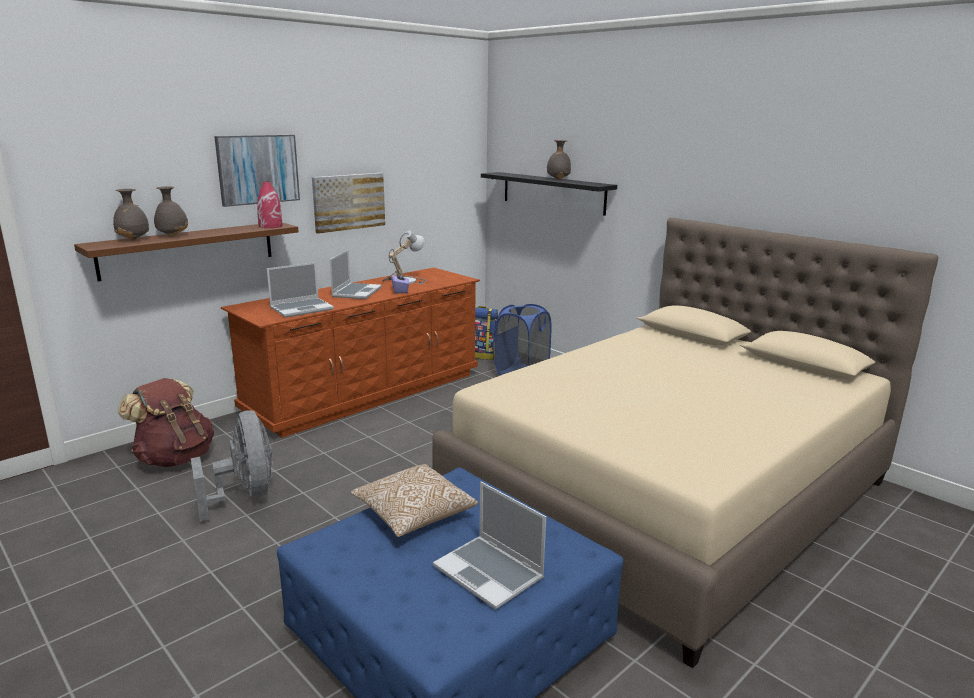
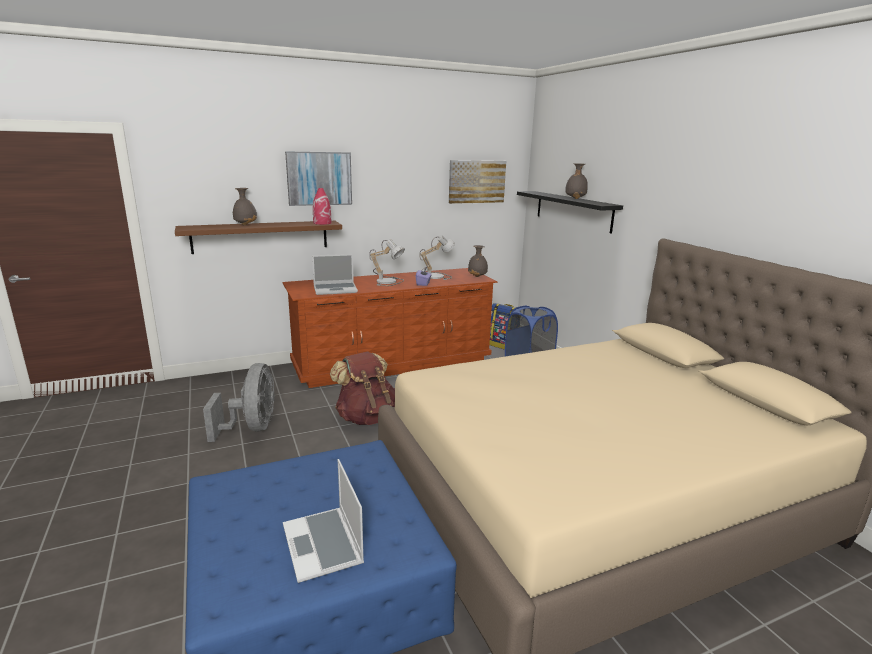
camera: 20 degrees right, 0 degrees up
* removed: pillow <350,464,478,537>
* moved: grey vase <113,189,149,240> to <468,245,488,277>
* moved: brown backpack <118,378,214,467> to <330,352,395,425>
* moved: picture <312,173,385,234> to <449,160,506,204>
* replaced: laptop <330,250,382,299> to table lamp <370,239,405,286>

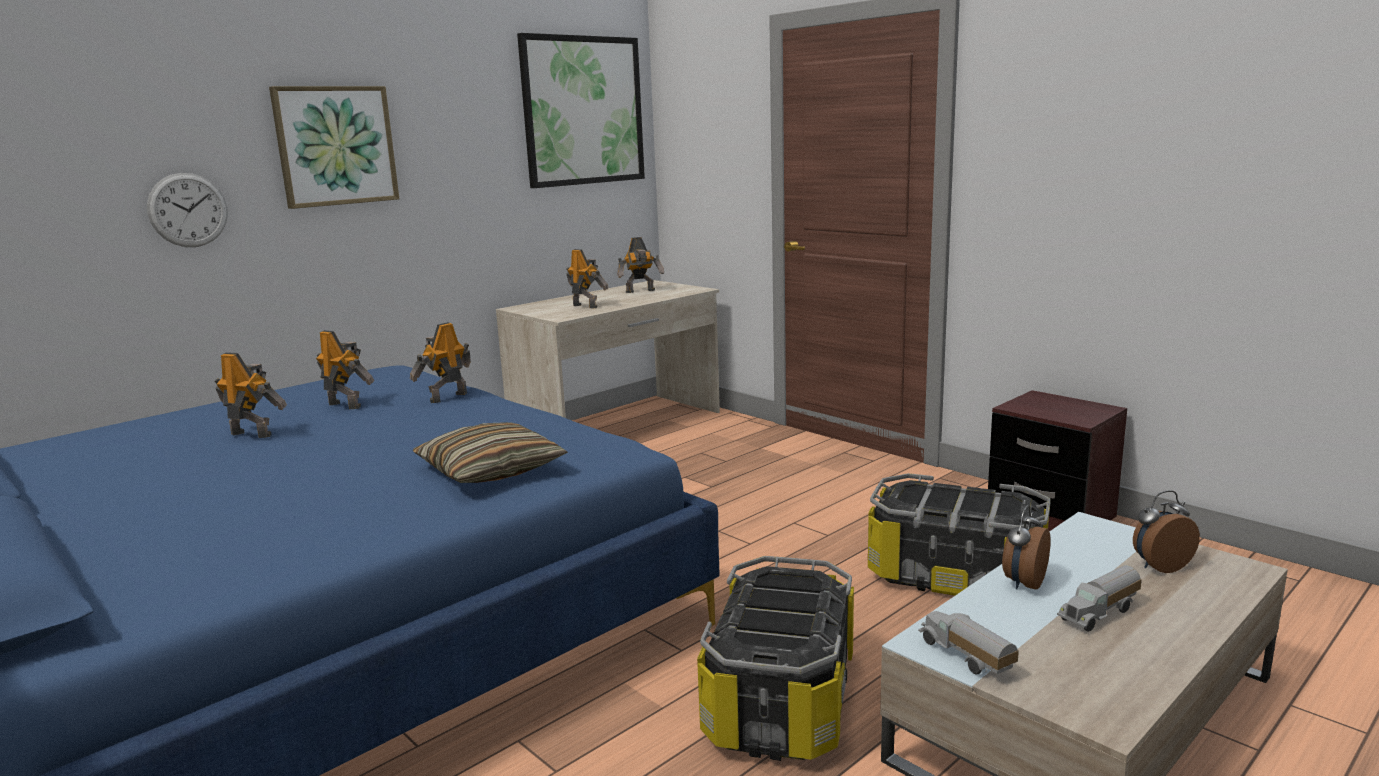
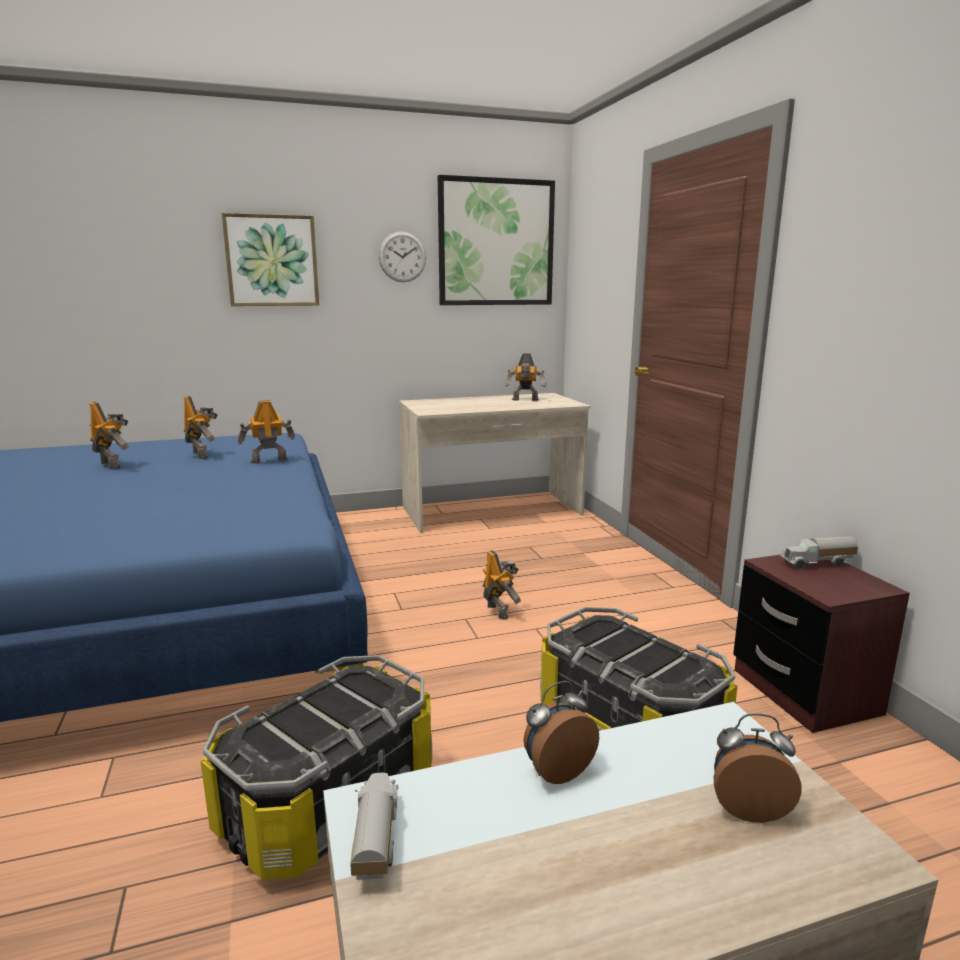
camera: 25 degrees right, 0 degrees up
* removed: pillow <413,422,568,483>
* moved: wall clock <147,173,228,247> to <378,231,426,282>
* moved: toy robot <566,249,609,308> to <482,550,521,620>
* moved: toy truck <1057,565,1142,632> to <780,536,858,569>

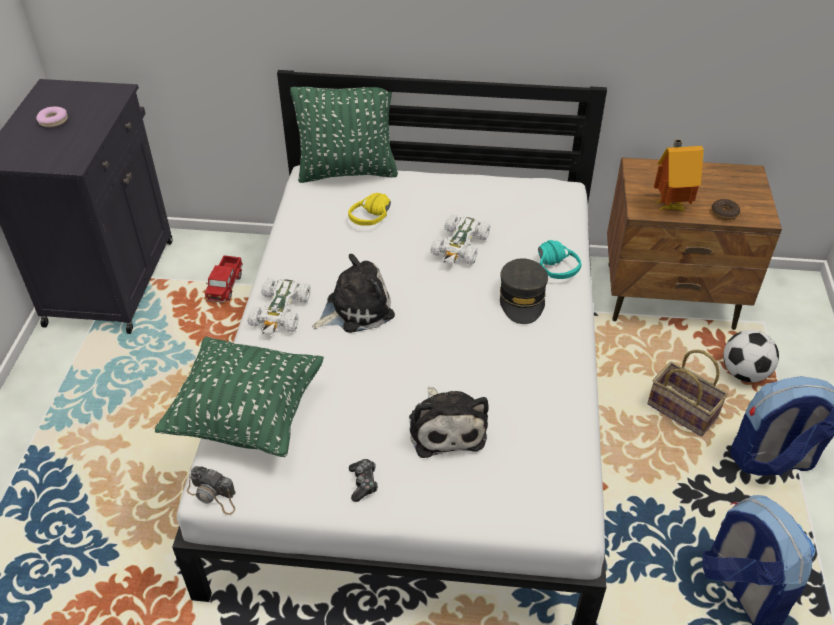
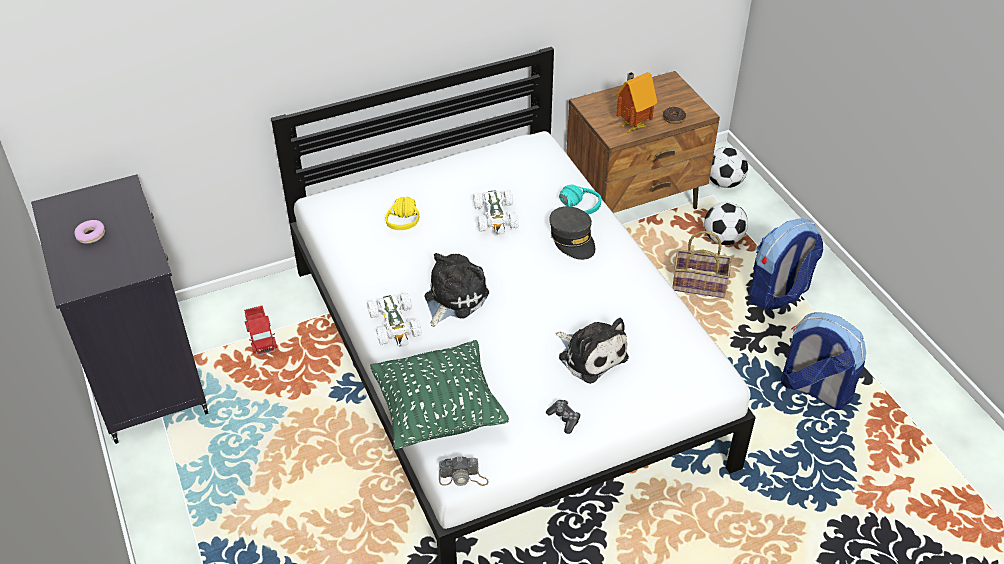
camera: 30 degrees left, 0 degrees up
* removed: green pillow <290,87,398,183>
* added: football <710,147,748,188>

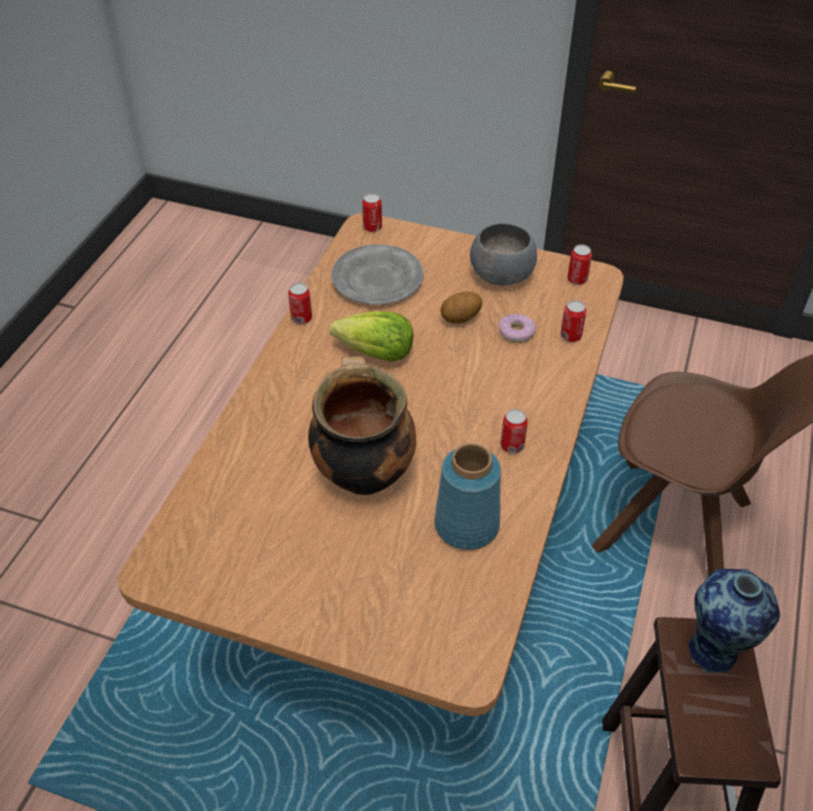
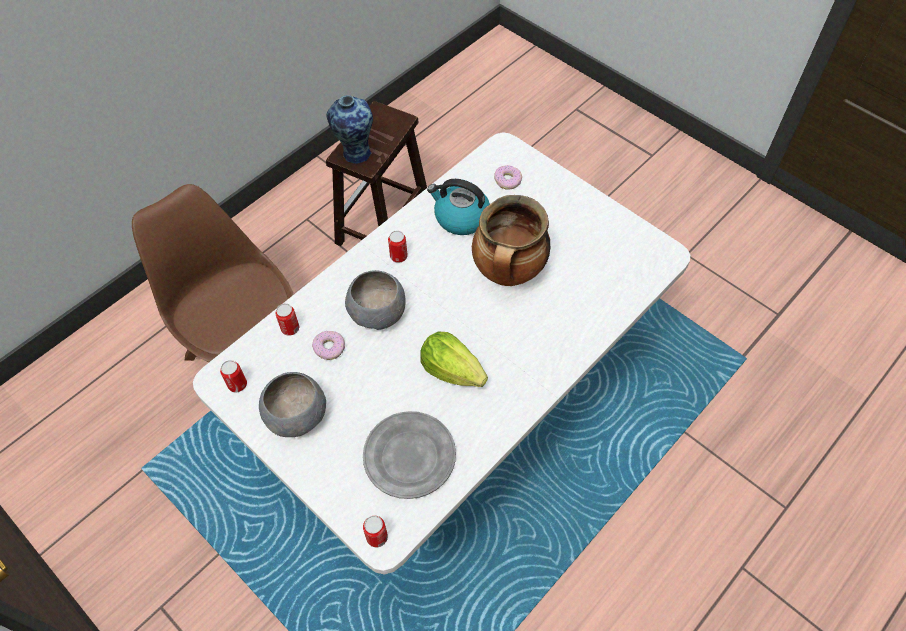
camera: 155 degrees left, 10 degrees up
* removed: can <288,283,312,324>
* removed: potato <440,291,482,324>
* added: grey bowl <345,270,406,330>
* added: donut <494,165,522,190>
* replaced: blue vase <435,443,501,550> to kettle <427,179,490,235>
* recoloured: brown dining table <119,213,624,717> to white dining table <193,132,690,575>

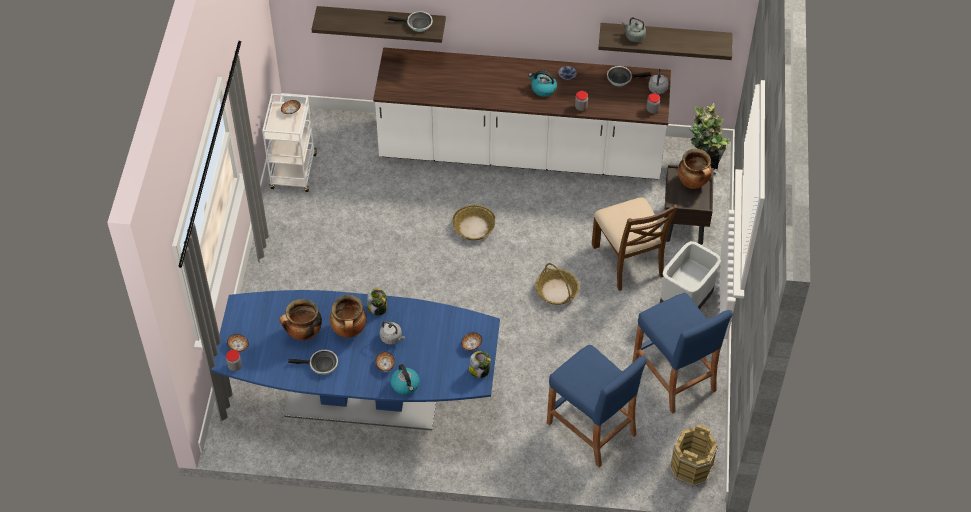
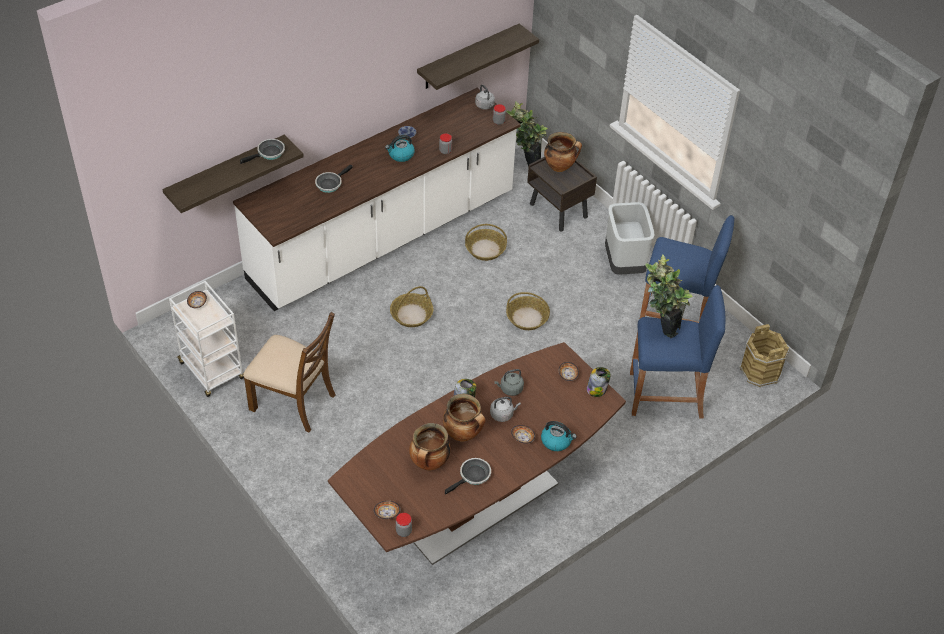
camera: 45 degrees left, 5 degrees down
* added: basket <465,224,507,261>
* added: potted plant <645,255,693,338>
* moved: brown chair <592,197,678,291> to <243,312,335,432>
* moved: frying pan <607,66,651,87> to <315,164,353,193>
* moved: grey kettle <622,17,646,42> to <494,369,524,396>
* recoloured: blue dining table <211,290,500,430> to brown dining table <328,342,626,565>

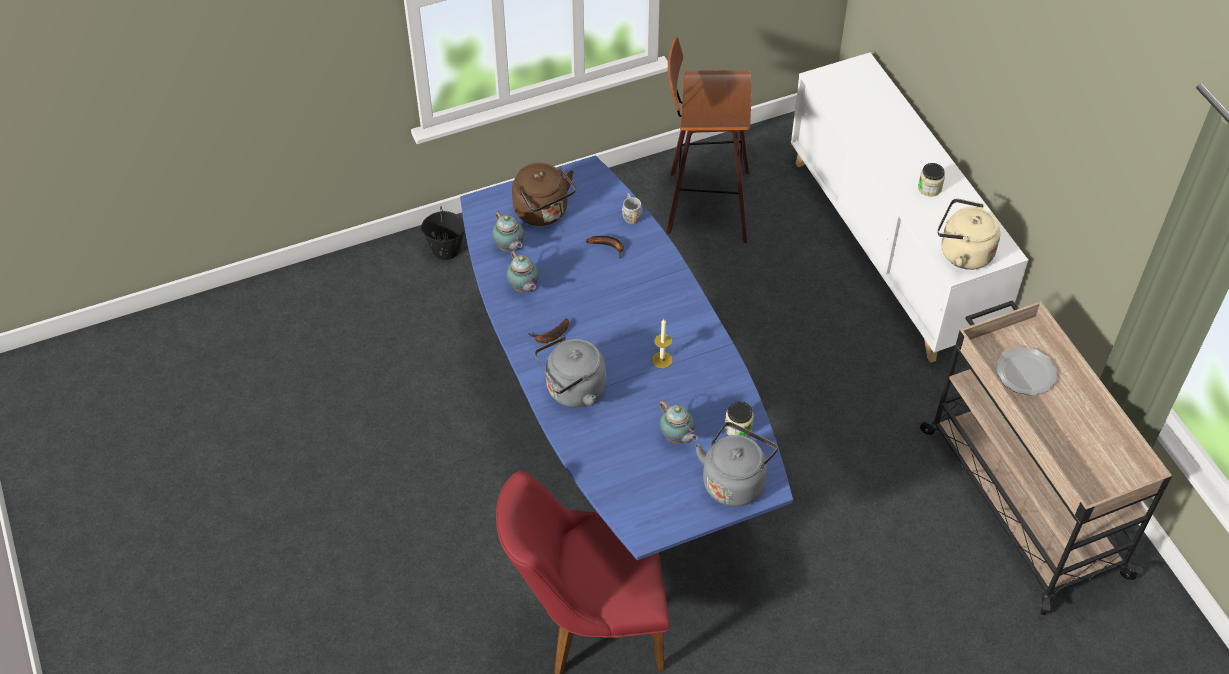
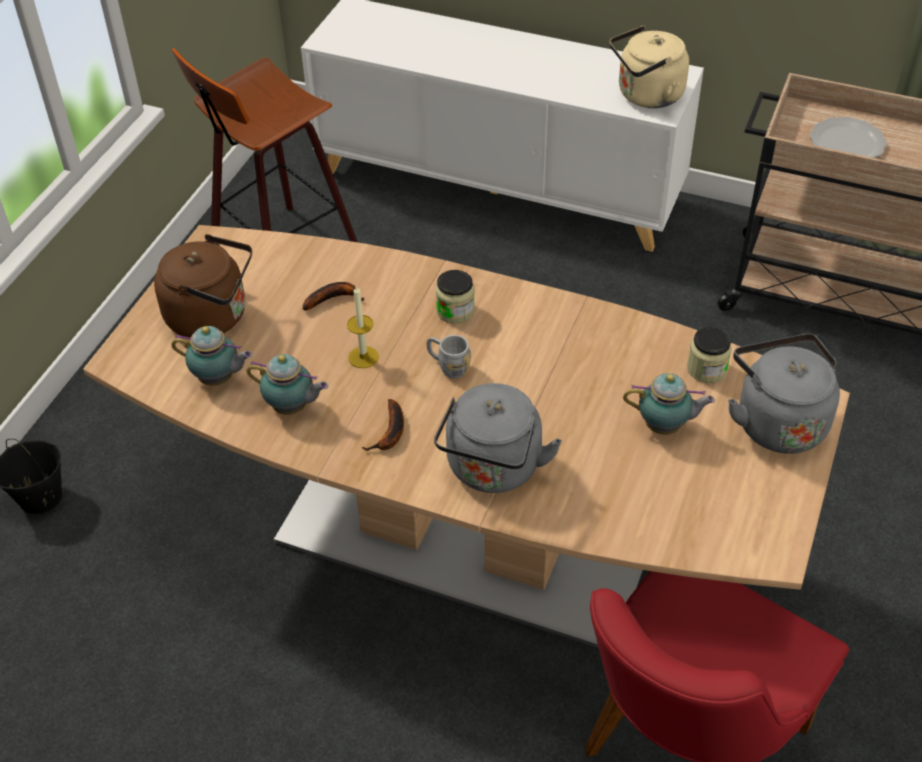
camera: 45 degrees left, 5 degrees down
* moved: grey mug <622,193,642,224> to <427,335,471,378>
* moved: candle <652,319,673,368> to <347,285,379,368>
* moved: jar <918,163,945,197> to <436,270,475,323>
* recoloured: blue dining table <460,155,793,560> to brown dining table <83,225,850,648>

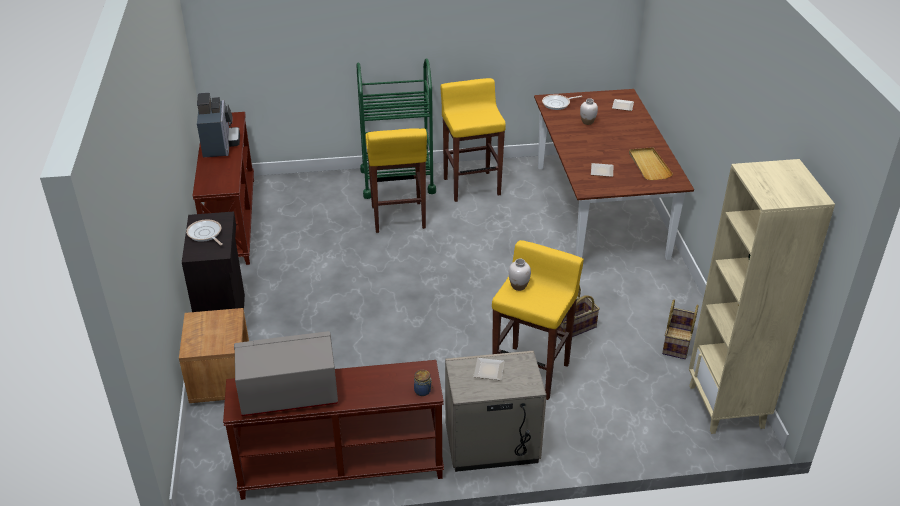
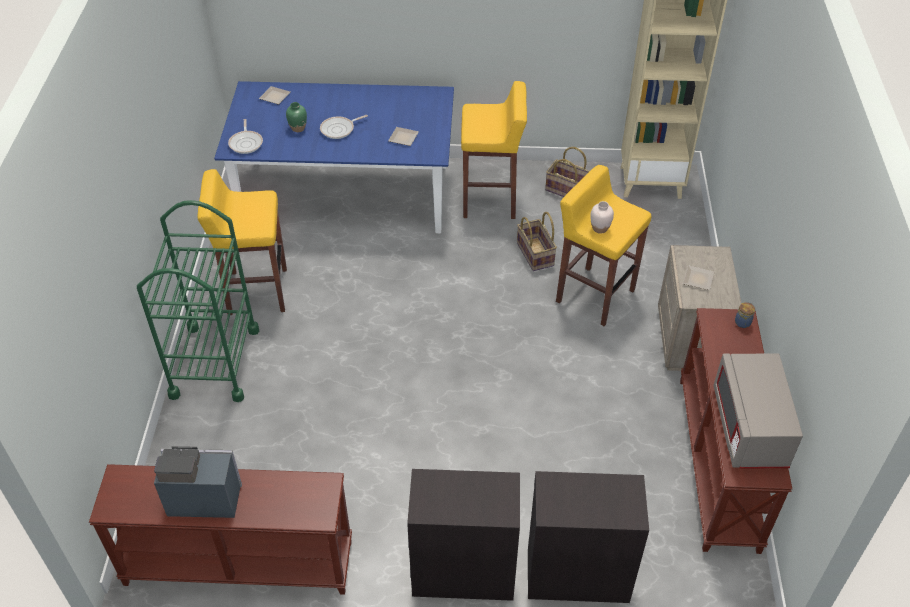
camera: 80 degrees left, 10 degrees up
* removed: beige tray <629,147,673,180>
* moved: frying pan <186,220,223,245> to <320,115,368,139>
* moved: yellow stool <365,128,427,233> to <461,81,527,219>
* replaced: brown nightstand <179,308,249,403> to black cabinet <528,471,649,603>
* recoloured: brown dining table <534,89,694,260> to blue dining table <214,81,454,233>
* recoloured: white vase <580,98,598,125> to green vase <286,102,307,132>

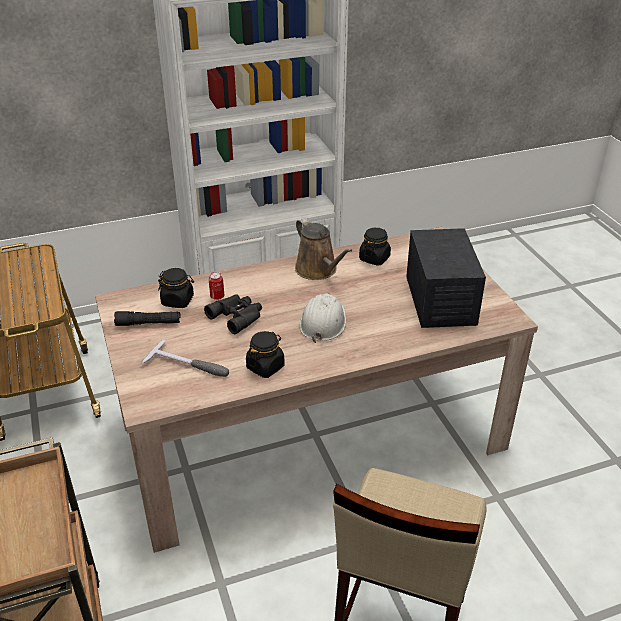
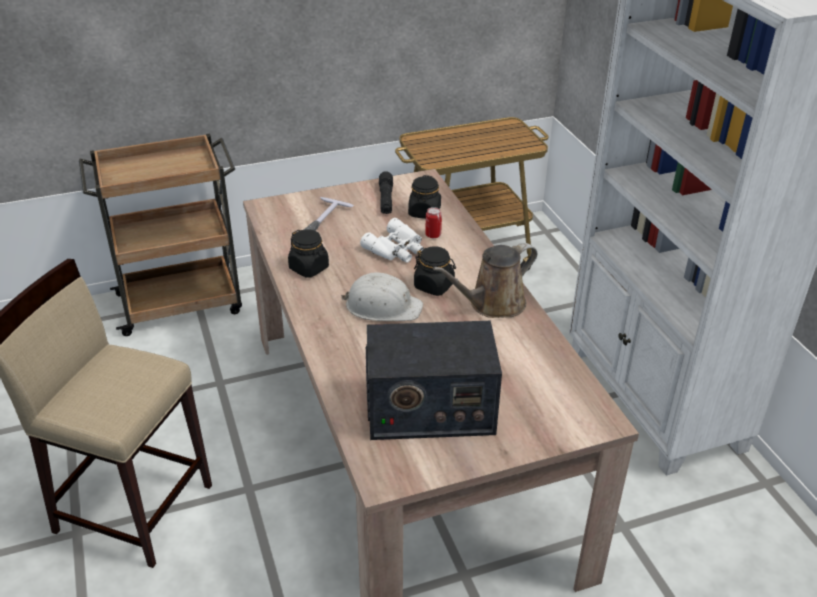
camera: 90 degrees right, 0 degrees up
* moved: black jar <359,228,391,266> to <414,246,456,296>
* recoloured: black binoculars <204,294,262,334> to white binoculars <360,218,424,263>

